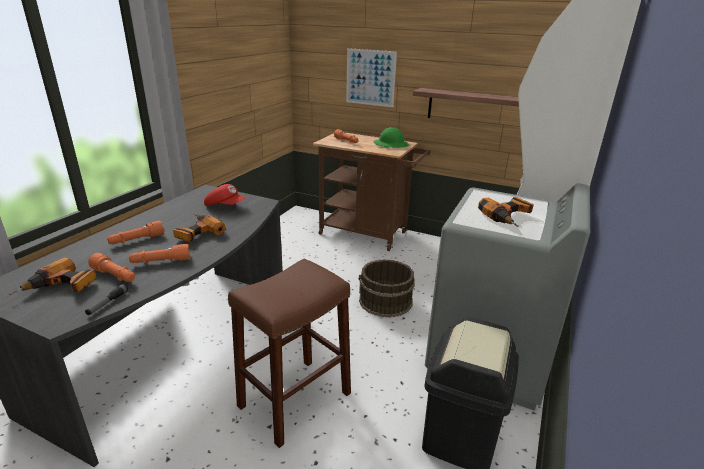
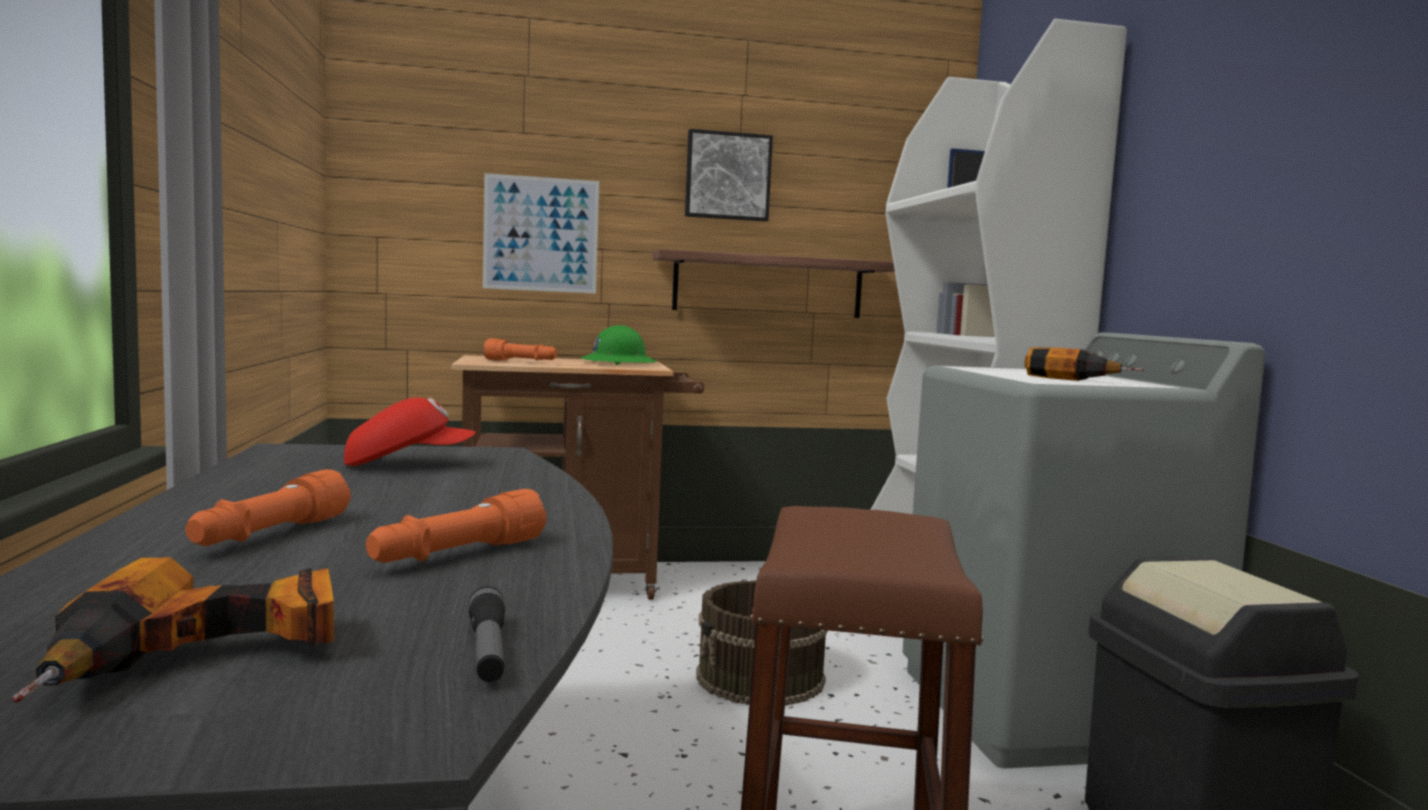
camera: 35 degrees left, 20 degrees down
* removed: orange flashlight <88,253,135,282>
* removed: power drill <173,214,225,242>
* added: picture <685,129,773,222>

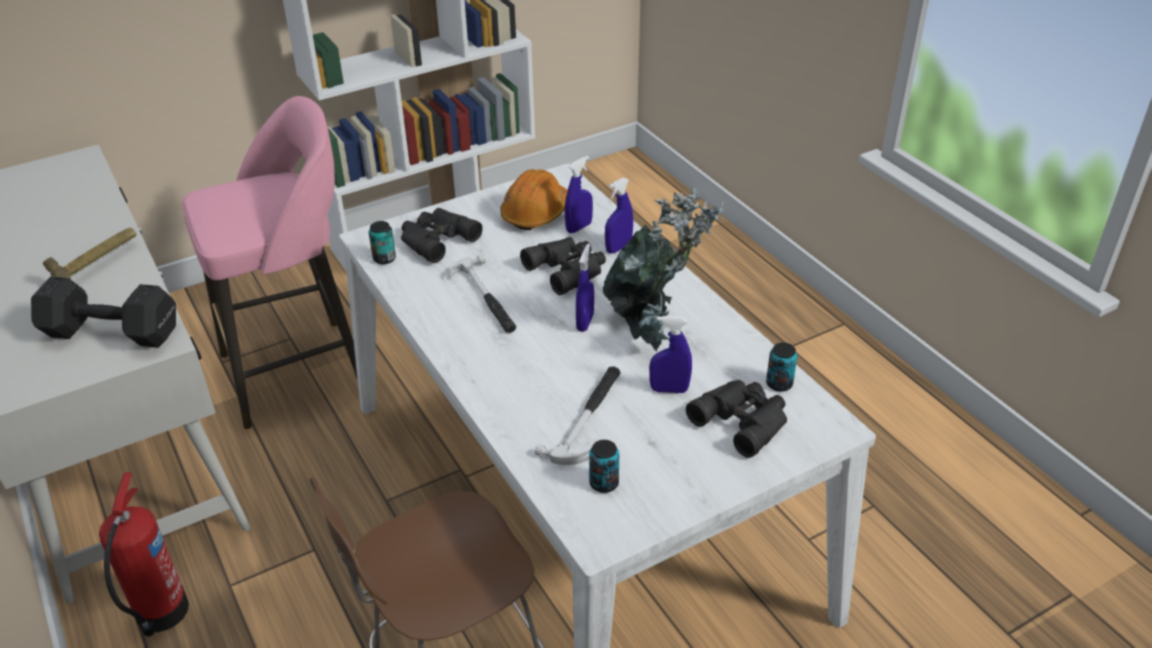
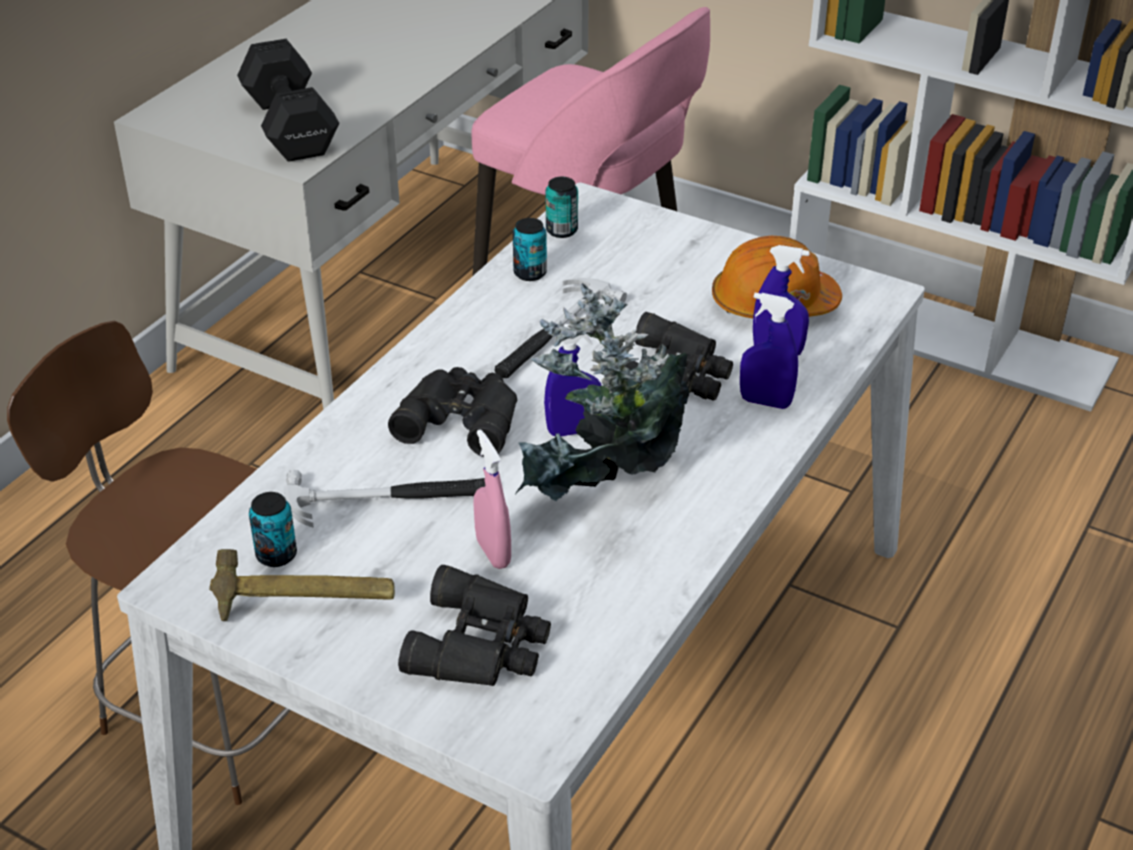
camera: 60 degrees right, 0 degrees up
* removed: fire extinguisher <99,472,189,637>
* moved: hammer <43,227,137,280> to <209,549,395,621>
* moved: black binoculars <401,208,482,263> to <388,367,517,457>
* moved: can <766,342,797,392> to <513,218,547,281>
* recoloured: blue spray bottle <649,316,692,393> to pink spray bottle <473,429,511,569>

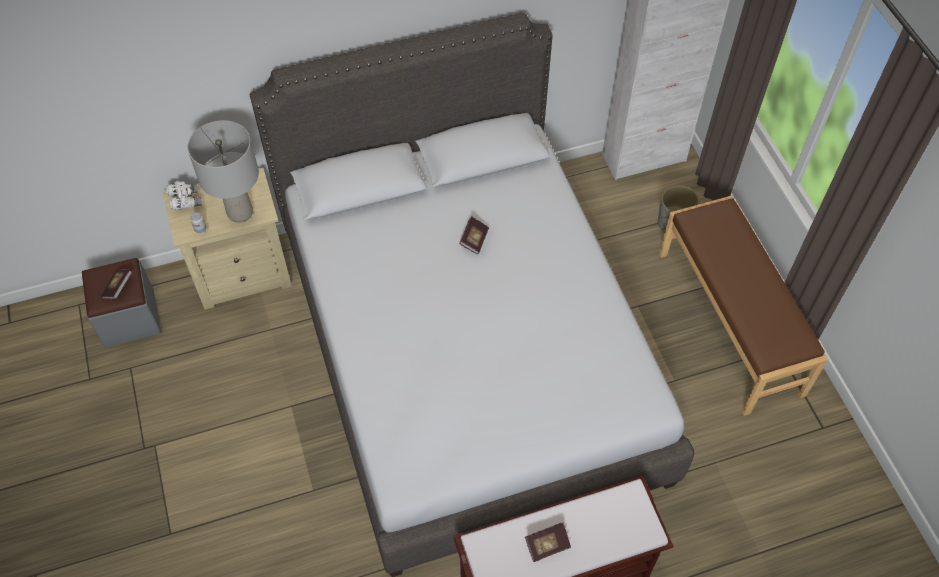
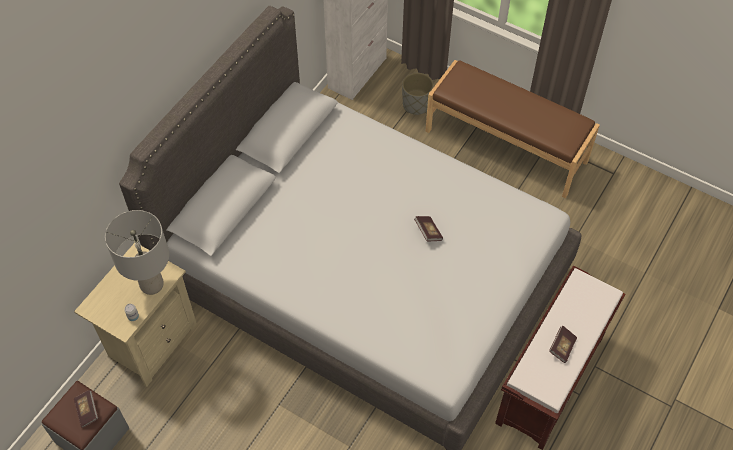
camera: 40 degrees left, 0 degrees up
* removed: white binoculars <166,181,202,210>
* moved: book <459,216,489,255> to <414,216,443,241>

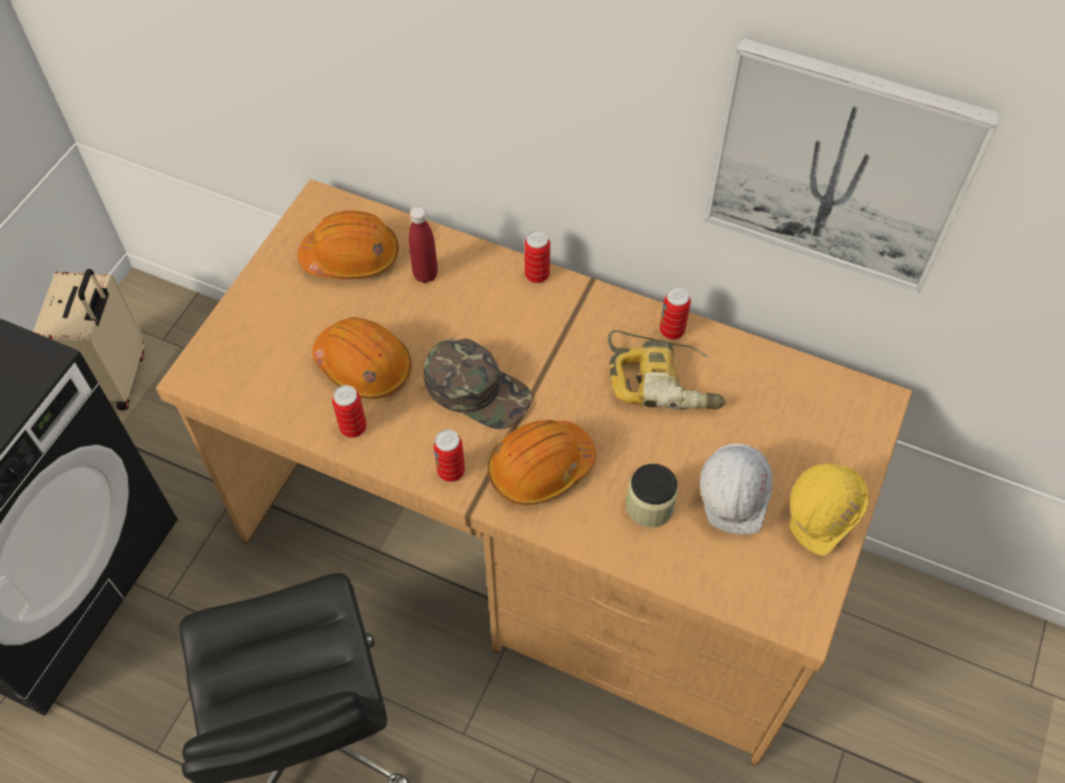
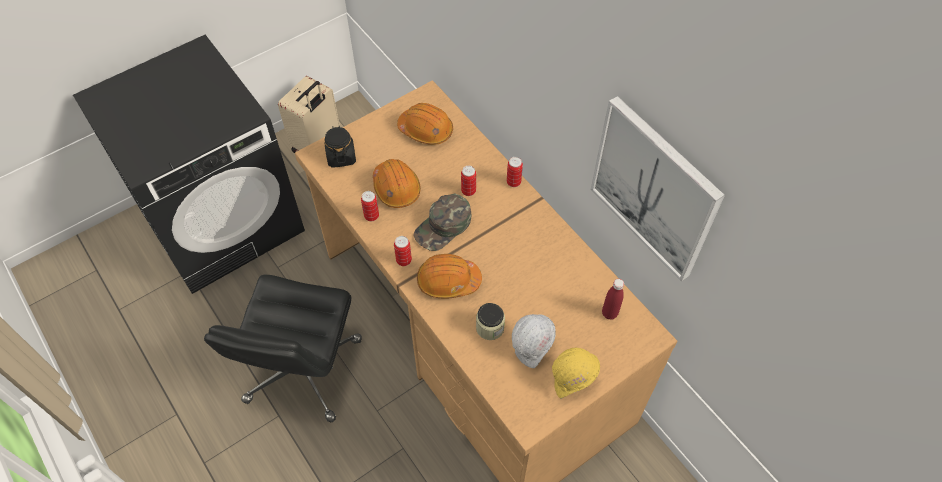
camera: 30 degrees right, 0 degrees up
* removed: power drill <608,330,726,410>
* added: black jar <325,126,356,168>
* moved: red bottle <408,206,438,283> to <602,279,624,320>
* moved: can <660,287,691,340> to <461,166,476,196>
* turned: green cap <424,339,532,429> = <414,194,471,251> 75 degrees clockwise

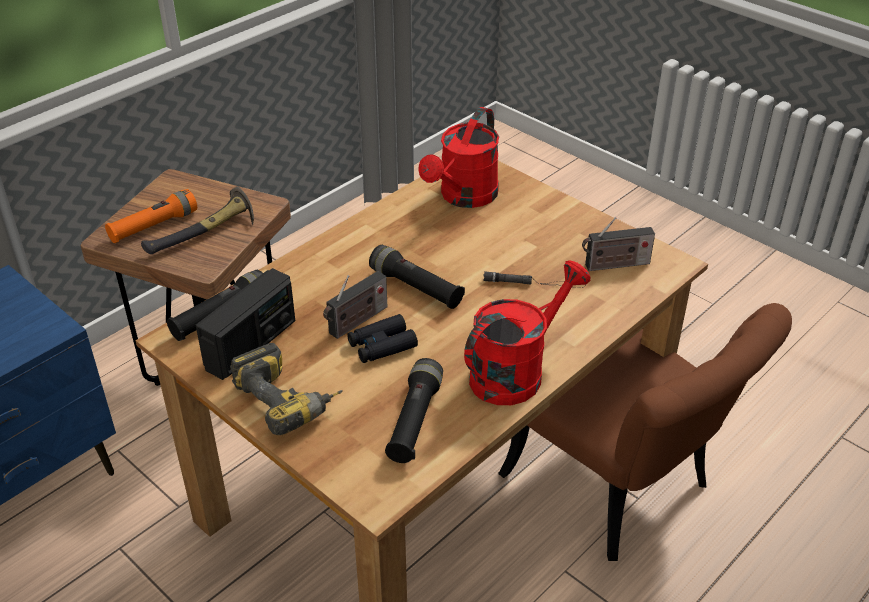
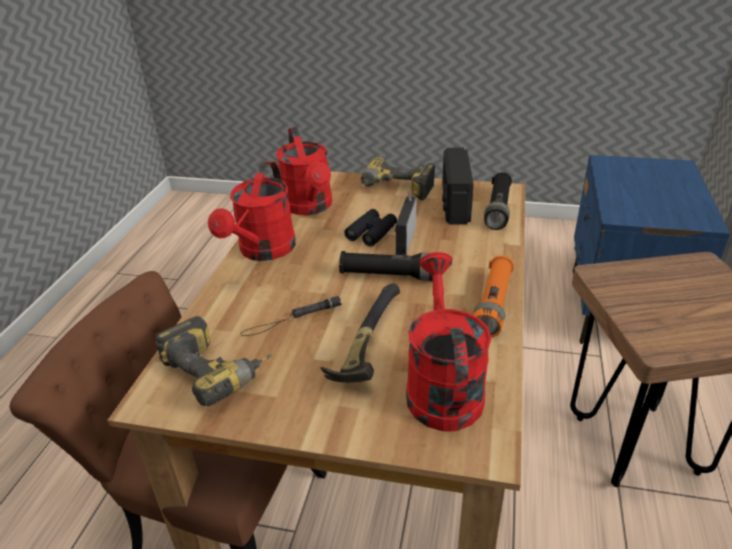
camera: 150 degrees right, 5 degrees down
* moved: orange flashlight <105,189,197,243> to <473,255,514,338>
* moved: hammer <141,187,254,254> to <320,283,400,383>
* replaced: black flashlight <385,358,443,463> to red watering can <276,127,332,215>
* replaced: radio <582,217,655,271> to power drill <155,316,272,406>

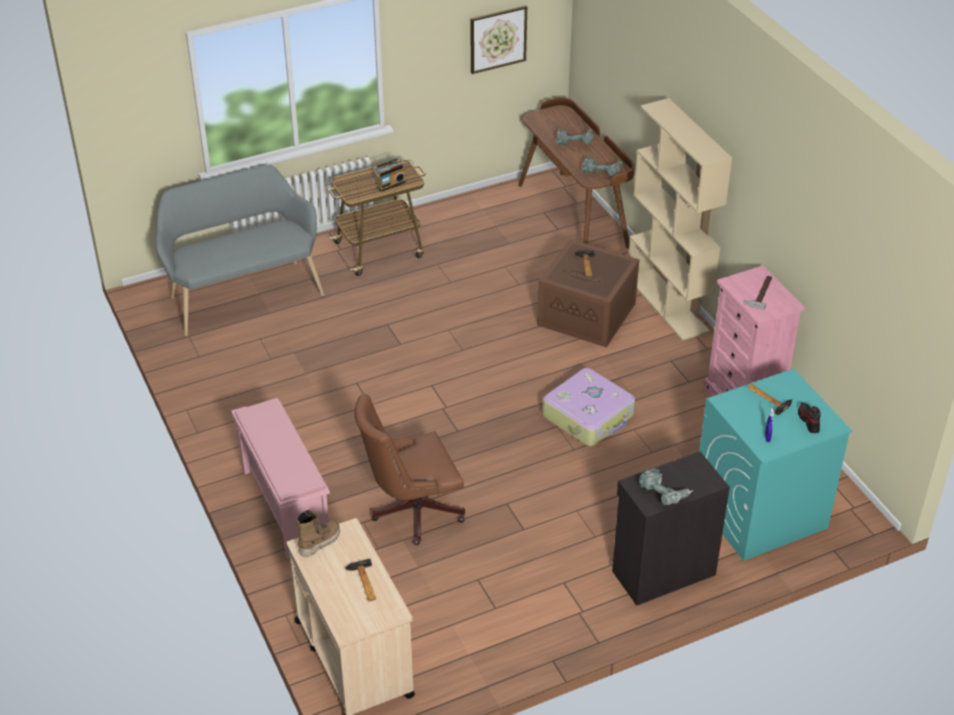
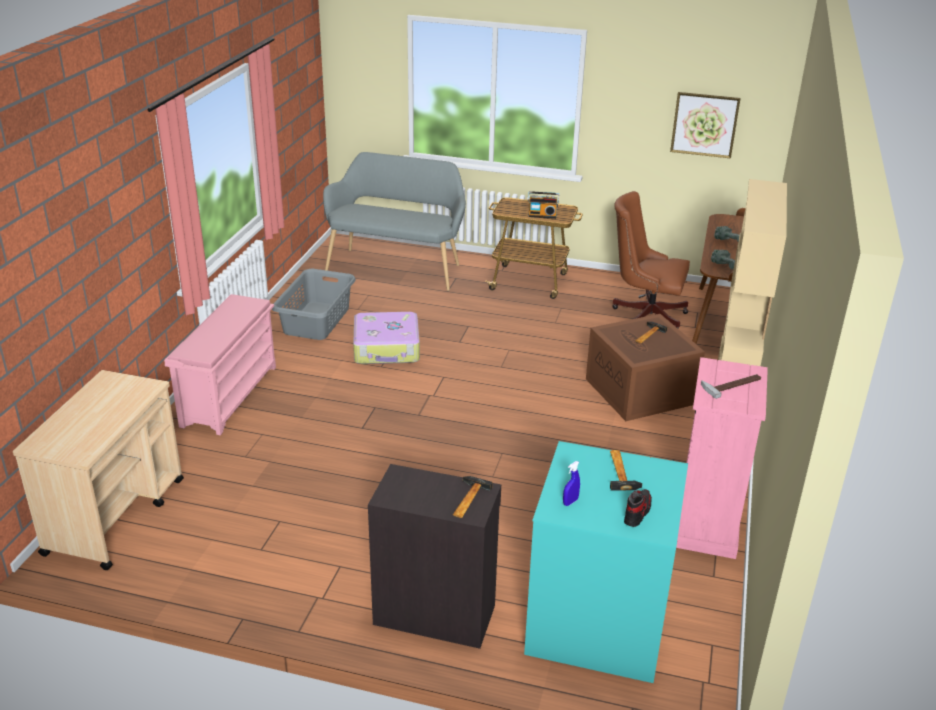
camera: 40 degrees right, 10 degrees down
* removed: boot <296,510,340,557>
* removed: power drill <639,468,694,505>
* added: grey laundry basket <272,269,356,340>
* moved: hammer <345,559,376,601> to <453,476,493,518>
* moved: brown office chair <354,394,465,545> to <612,191,690,329>
* moved: suitcase <542,368,635,446> to <353,312,420,364>

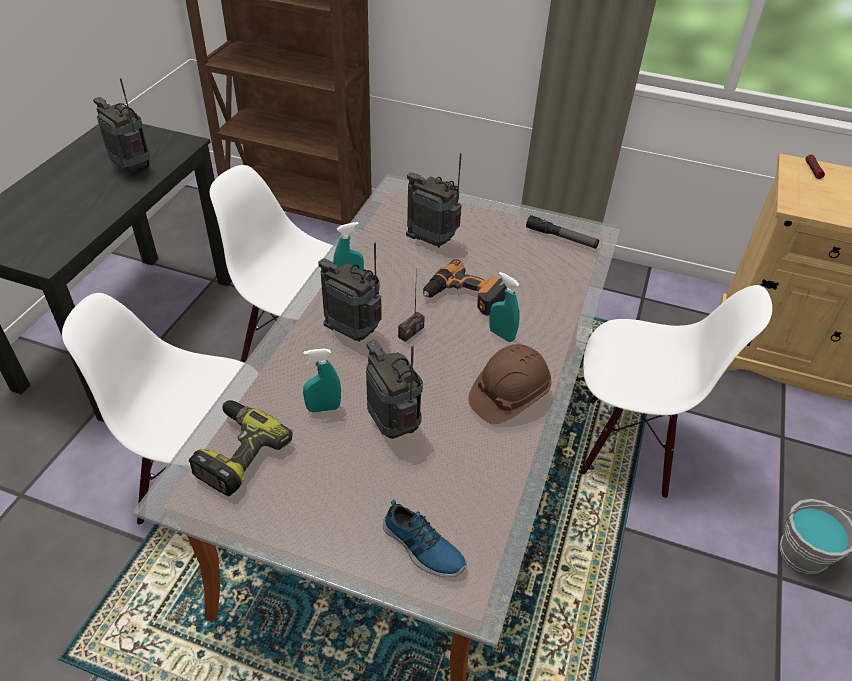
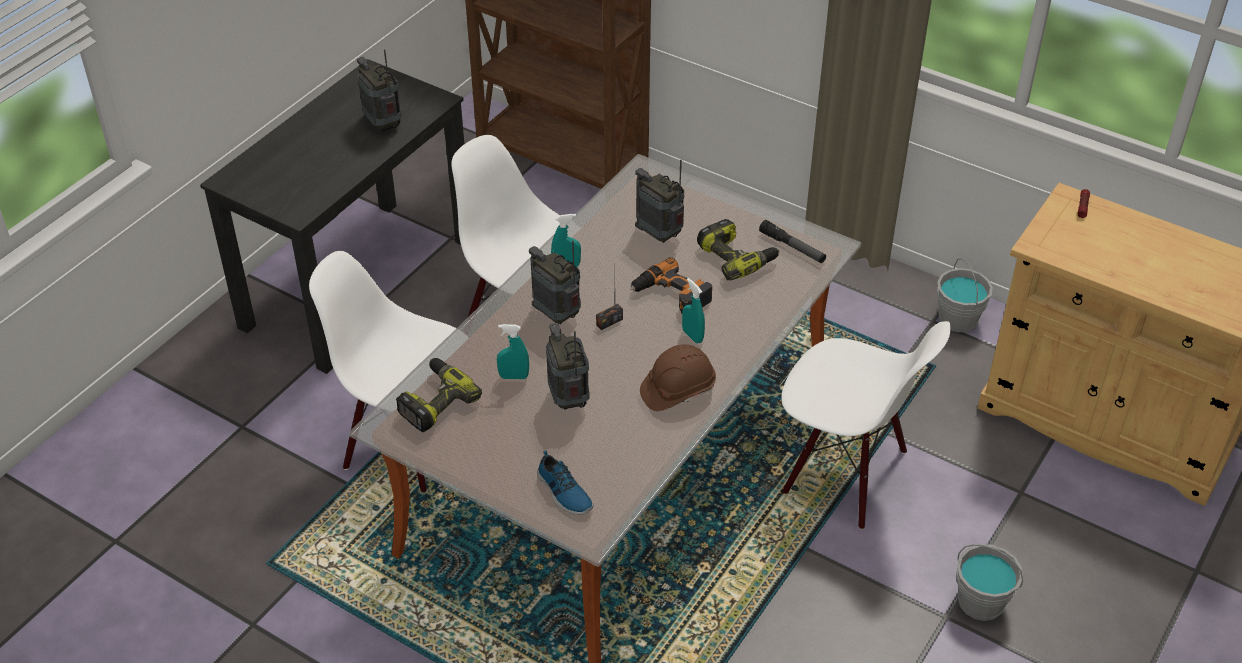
camera: 15 degrees right, 0 degrees up
* added: power drill <697,219,779,280>
* added: grey bucket <937,258,993,332>

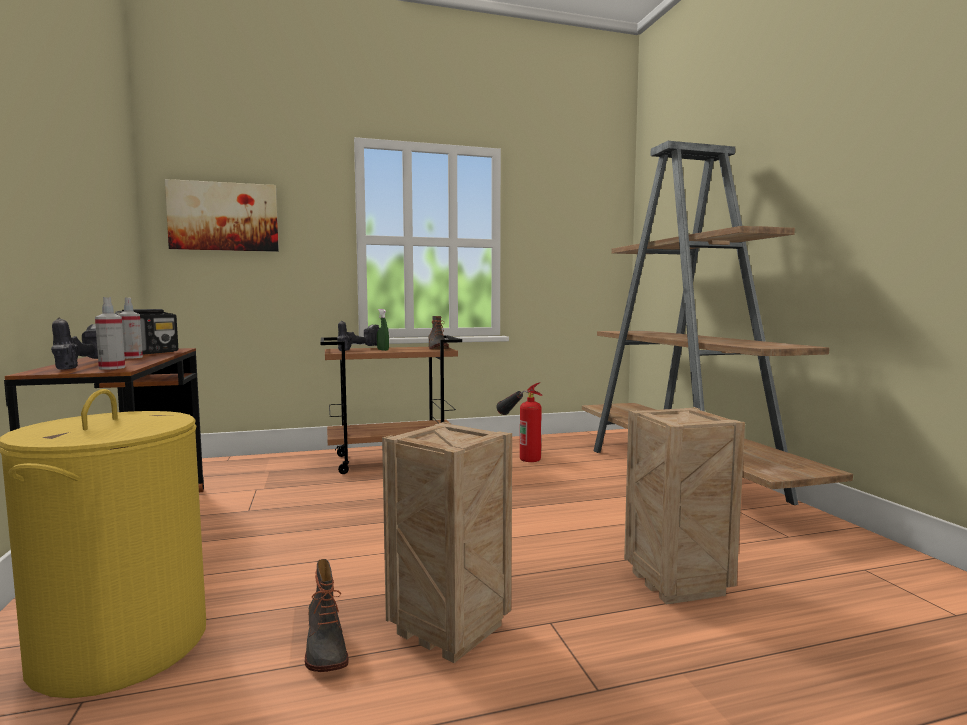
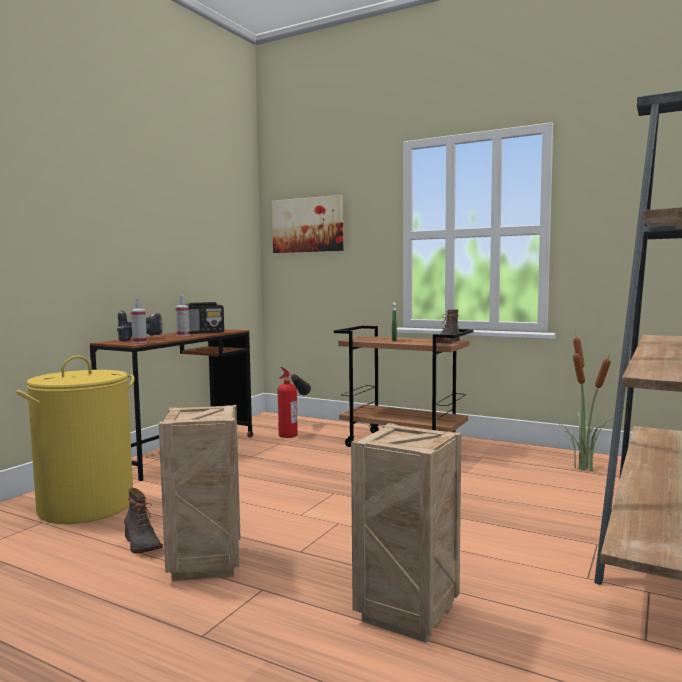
camera: 45 degrees right, 0 degrees up
* removed: power drill <337,320,379,351>
* added: potted plant <558,331,614,471>
* moved: fire extinguisher <496,382,542,462> to <278,367,311,438>
* turned: boot <305,559,349,672> = <124,488,163,553> 60 degrees counterclockwise

